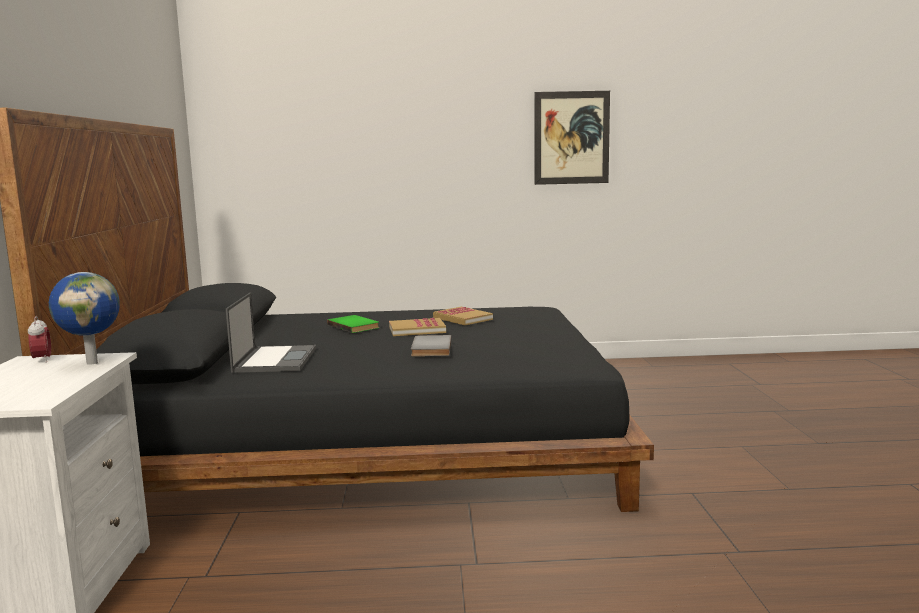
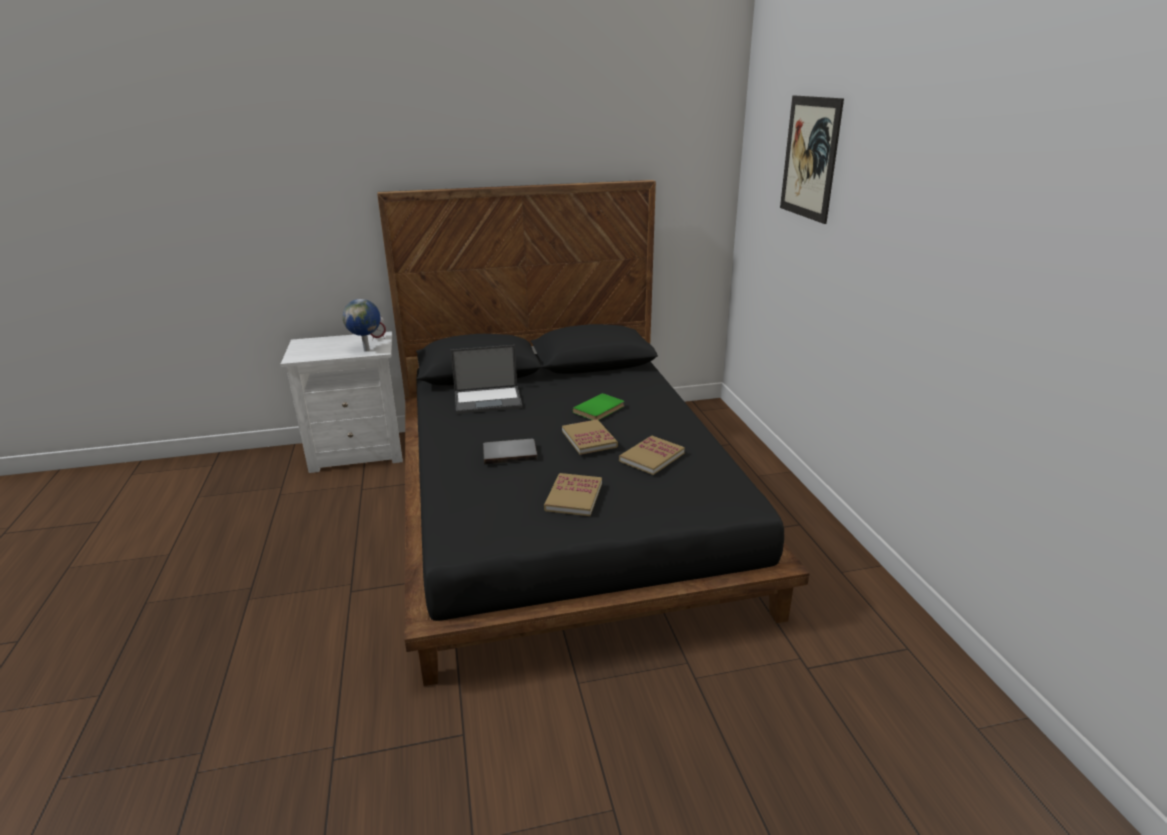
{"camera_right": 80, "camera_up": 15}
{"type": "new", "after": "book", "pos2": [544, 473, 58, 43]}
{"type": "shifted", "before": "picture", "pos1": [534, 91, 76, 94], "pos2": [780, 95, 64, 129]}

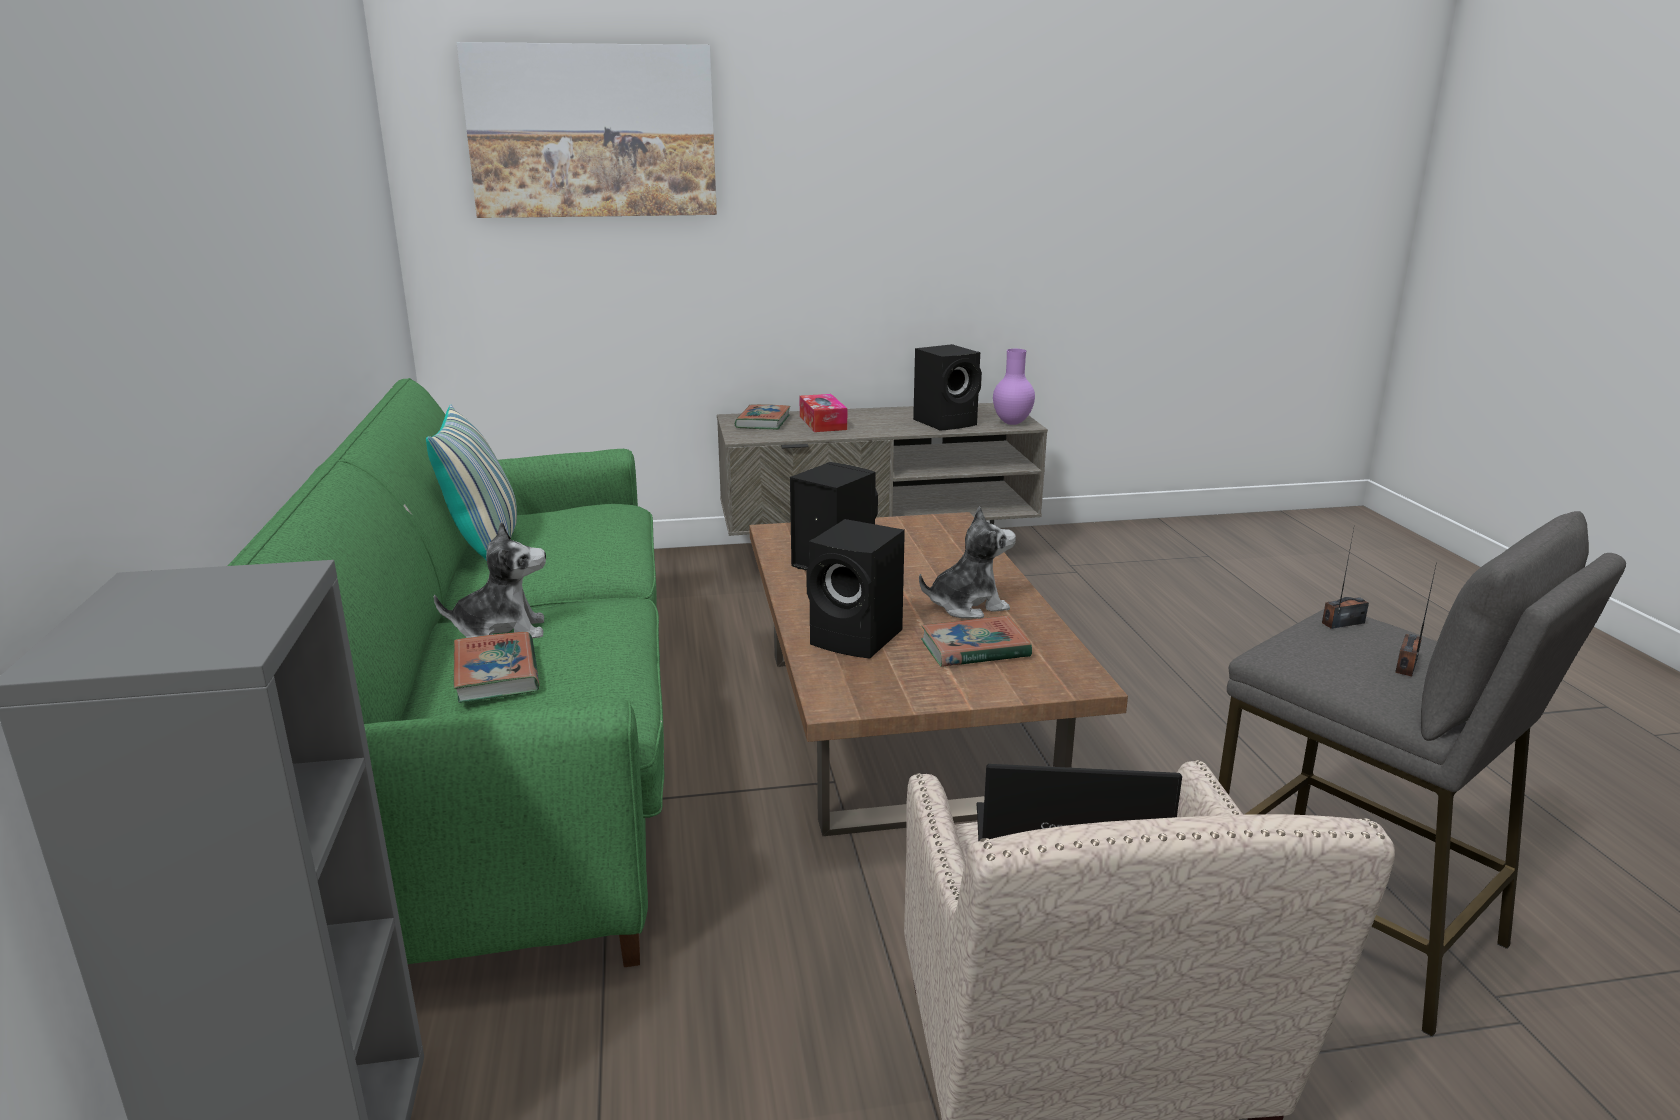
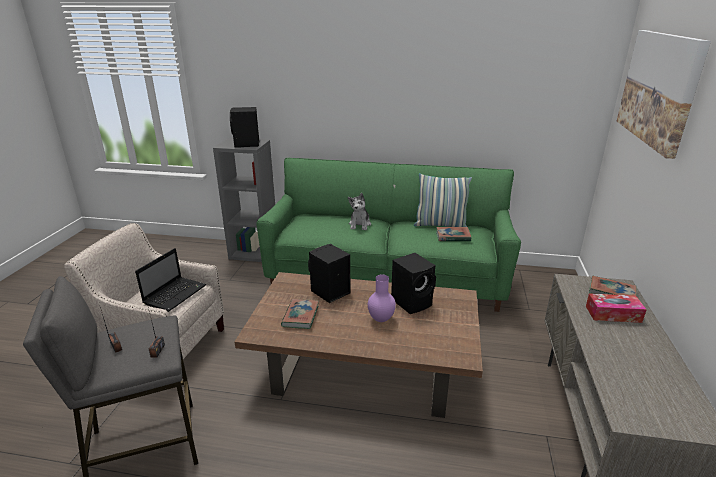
{"camera_right": 110, "camera_up": 5}
{"type": "shifted", "before": "black speaker", "pos1": [913, 344, 69, 87], "pos2": [230, 107, 29, 41]}
{"type": "shifted", "before": "purple vase", "pos1": [993, 349, 42, 76], "pos2": [368, 274, 28, 48]}
{"type": "shifted", "before": "book", "pos1": [454, 632, 85, 71], "pos2": [436, 227, 35, 15]}
{"type": "gone", "before": "plush toy", "pos1": [919, 506, 97, 113]}

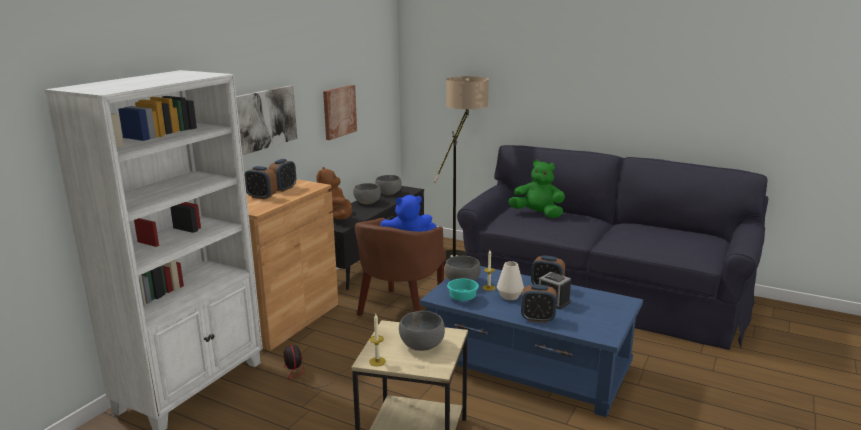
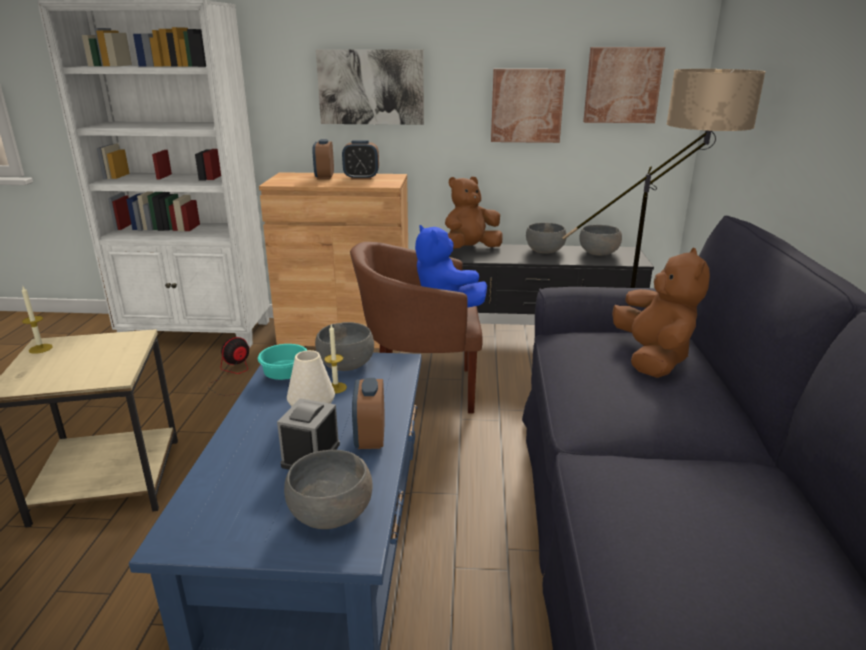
{"camera_right": 65, "camera_up": 5}
{"type": "shifted", "before": "grey bowl", "pos1": [399, 311, 46, 40], "pos2": [284, 450, 88, 79]}
{"type": "new", "after": "picture", "pos2": [583, 47, 82, 76]}
{"type": "repainted", "before": "green plush toy", "after": "brown plush toy", "pos1": [508, 160, 57, 58], "pos2": [612, 248, 98, 130]}
{"type": "gone", "before": "alarm clock", "pos1": [521, 284, 36, 39]}

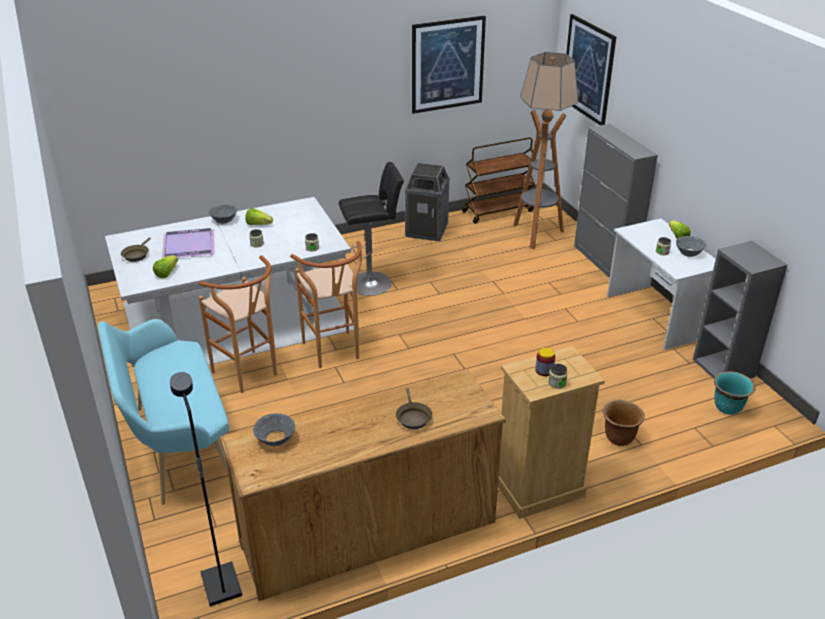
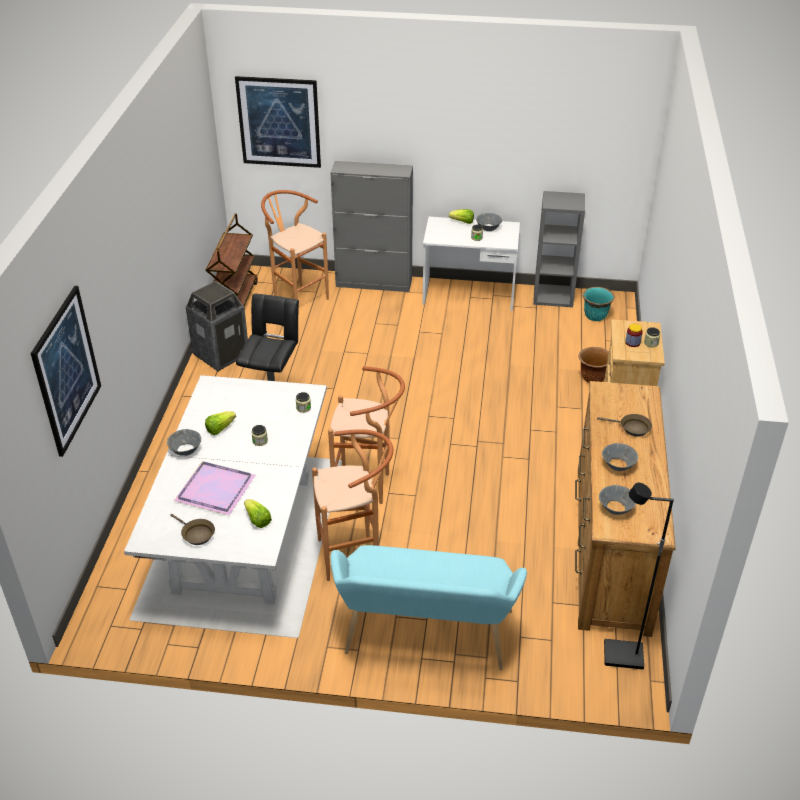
{"camera_right": -60, "camera_up": 5}
{"type": "shifted", "before": "picture", "pos1": [412, 15, 74, 99], "pos2": [30, 286, 71, 171]}
{"type": "swapped", "before": "floor lamp", "after": "brown stool", "pos1": [513, 52, 65, 197], "pos2": [261, 190, 68, 110]}
{"type": "new", "after": "grey bowl", "pos2": [602, 443, 36, 28]}

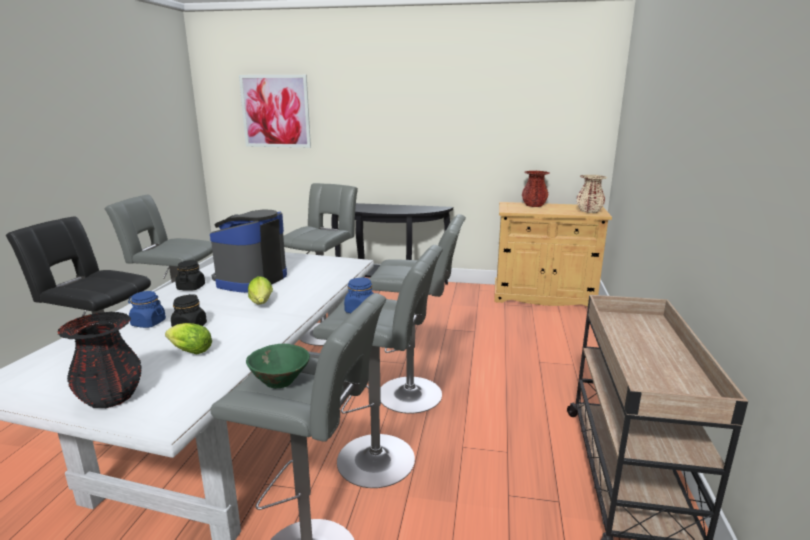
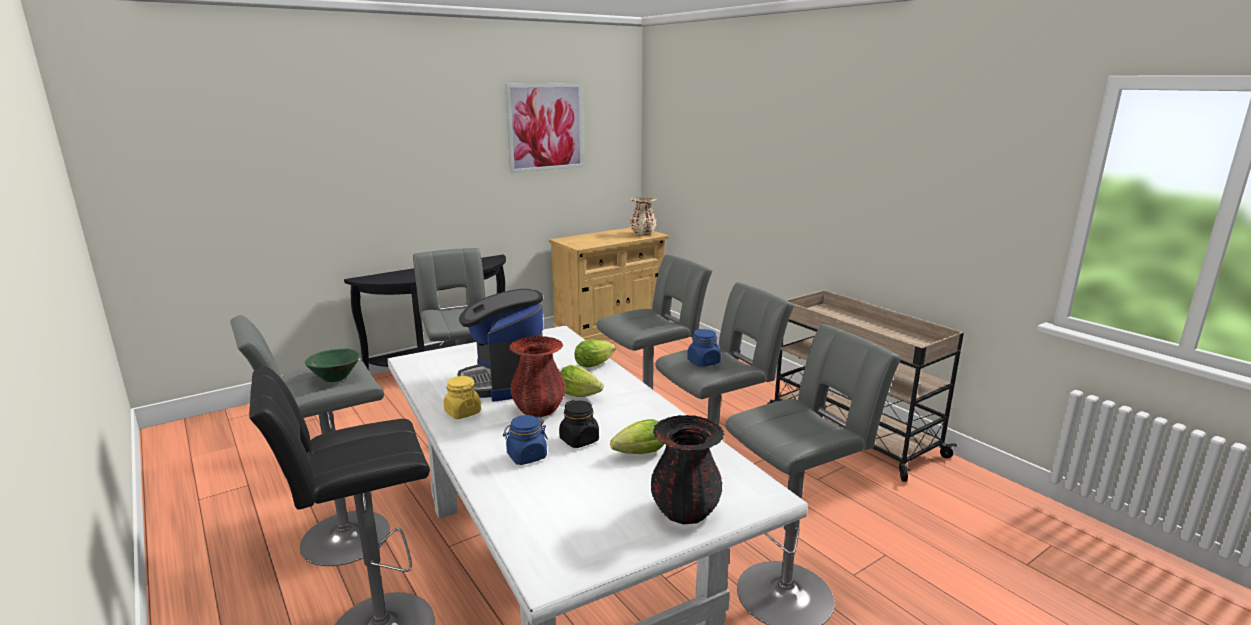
{"camera_right": -45, "camera_up": 0}
{"type": "shifted", "before": "green bowl", "pos1": [246, 344, 64, 44], "pos2": [305, 349, 55, 33]}
{"type": "repainted", "before": "black jar", "after": "yellow jar", "pos1": [175, 260, 30, 31], "pos2": [444, 376, 37, 43]}
{"type": "shifted", "before": "picture", "pos1": [239, 75, 72, 73], "pos2": [505, 83, 79, 90]}
{"type": "shifted", "before": "red vase", "pos1": [522, 171, 28, 36], "pos2": [509, 336, 56, 81]}
{"type": "new", "after": "lettuce", "pos2": [574, 340, 42, 28]}

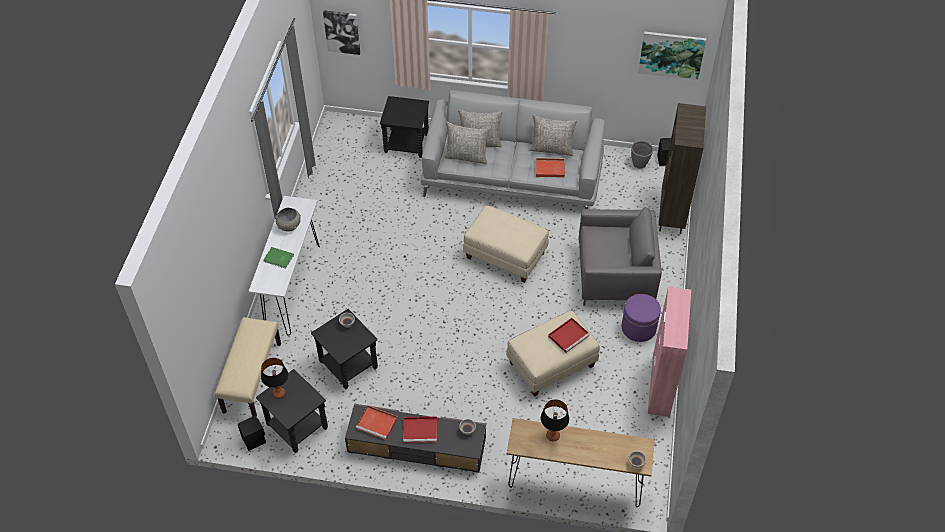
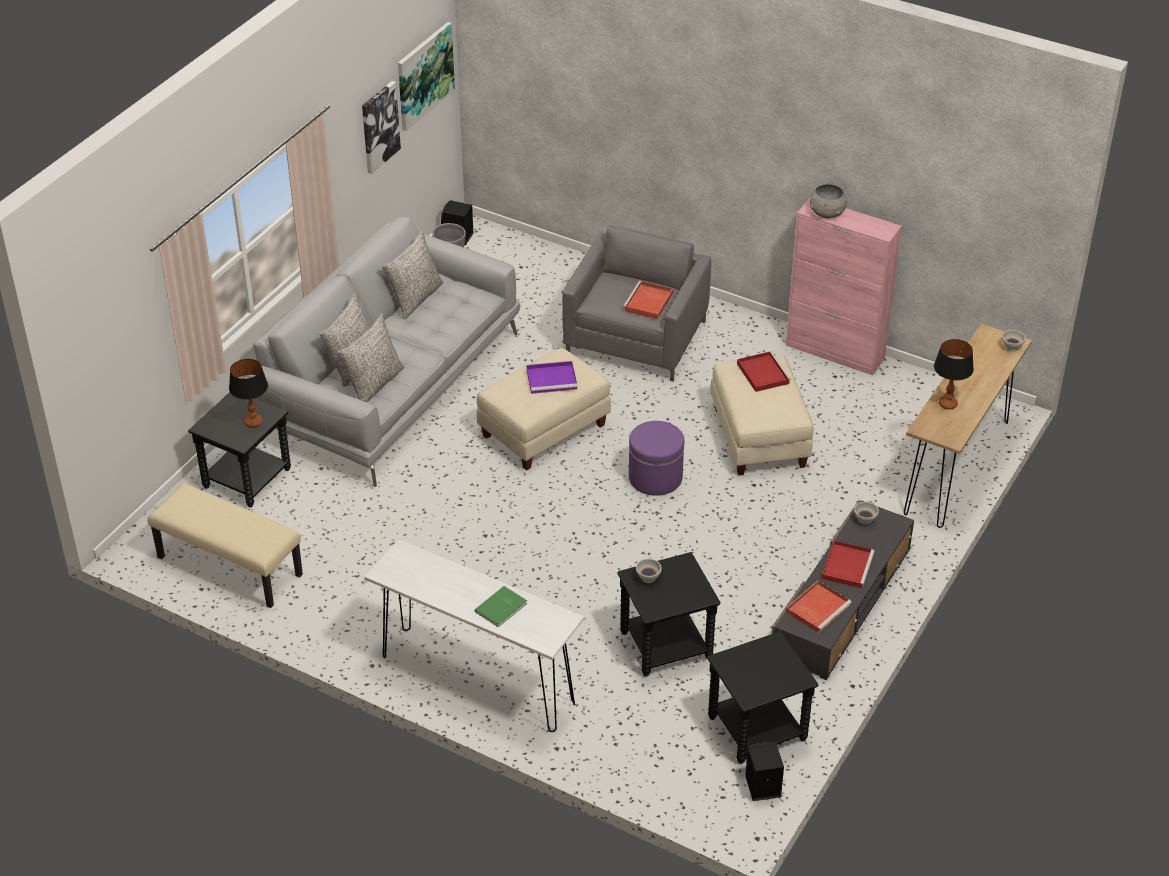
{"camera_right": -70, "camera_up": -10}
{"type": "shifted", "before": "beige bench", "pos1": [215, 317, 66, 100], "pos2": [147, 483, 156, 125]}
{"type": "shifted", "before": "table lamp", "pos1": [261, 358, 27, 41], "pos2": [229, 359, 39, 69]}
{"type": "shifted", "before": "picture", "pos1": [323, 11, 37, 44], "pos2": [362, 81, 39, 93]}
{"type": "new", "after": "purple tray", "pos2": [526, 361, 51, 33]}
{"type": "shifted", "before": "red tray", "pos1": [536, 157, 29, 21], "pos2": [623, 281, 50, 38]}
{"type": "shifted", "before": "purple ottoman", "pos1": [622, 294, 39, 48], "pos2": [629, 421, 55, 75]}
{"type": "shifted", "before": "grey bowl", "pos1": [275, 207, 26, 25], "pos2": [810, 184, 37, 34]}
{"type": "gone", "before": "brown bookcase", "pos1": [659, 103, 47, 131]}

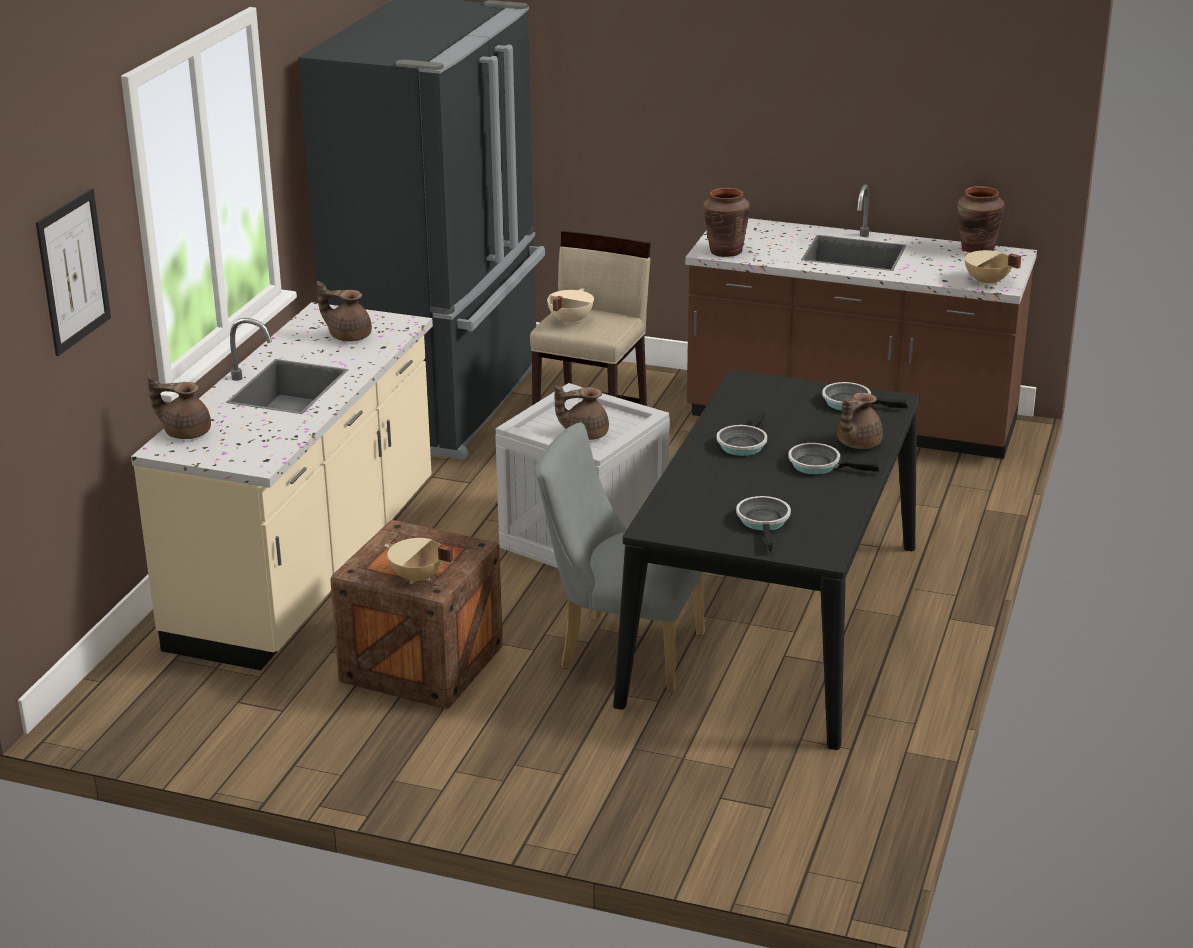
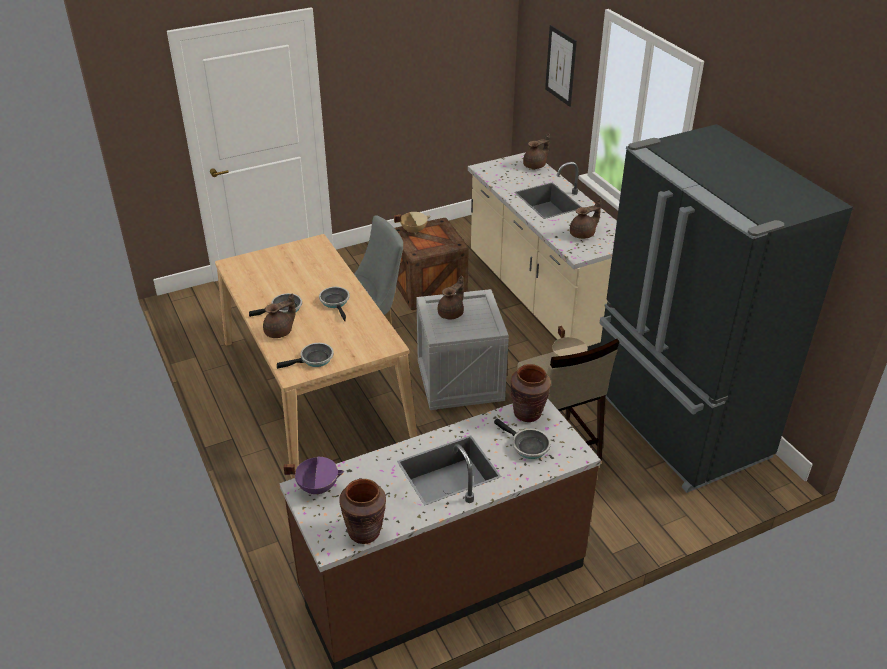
{"camera_right": 135, "camera_up": 10}
{"type": "repainted", "before": "black dining table", "after": "beige dining table", "pos1": [613, 370, 307, 380], "pos2": [215, 234, 202, 245]}
{"type": "rotated", "before": "brown teapot", "pos1": [837, 393, 46, 56], "pos2": [263, 293, 33, 45], "turn": 60}
{"type": "repainted", "before": "beige cooking pot", "after": "purple cooking pot", "pos1": [963, 250, 59, 35], "pos2": [284, 457, 60, 38]}
{"type": "shifted", "before": "frying pan", "pos1": [736, 496, 55, 56], "pos2": [494, 419, 57, 40]}

